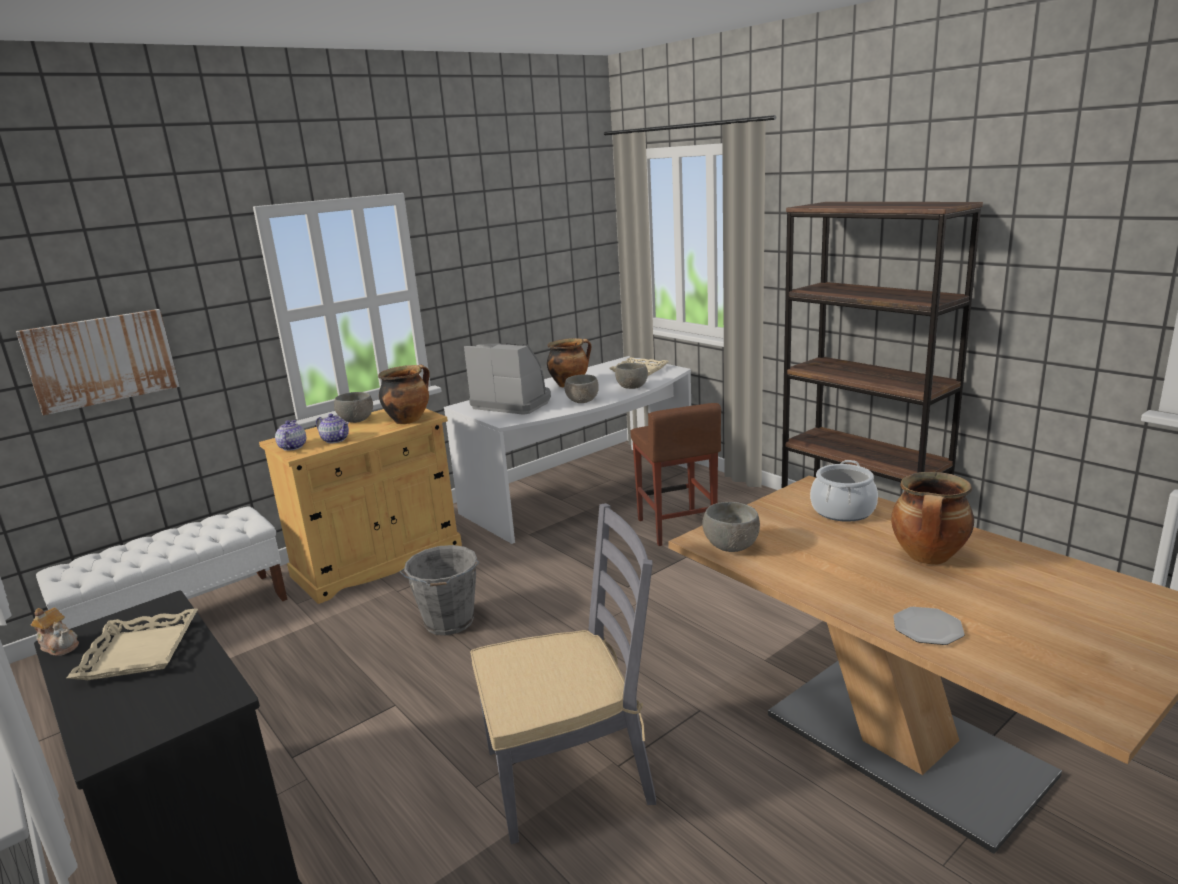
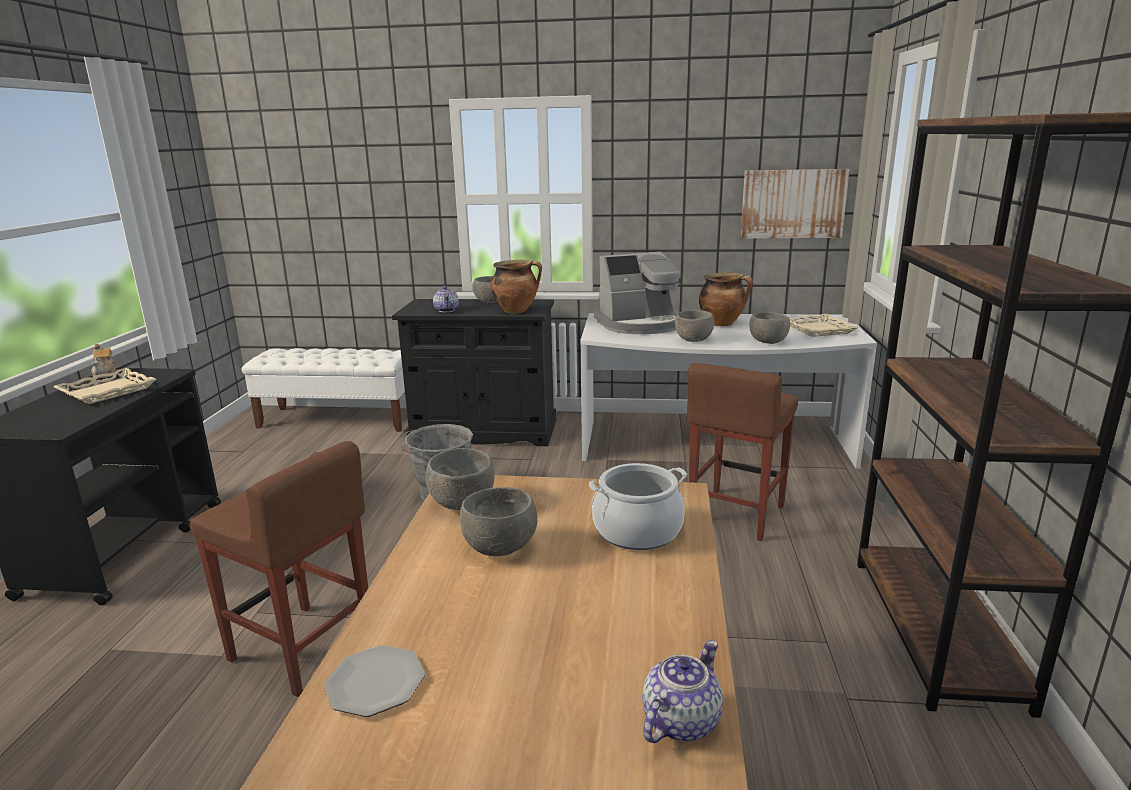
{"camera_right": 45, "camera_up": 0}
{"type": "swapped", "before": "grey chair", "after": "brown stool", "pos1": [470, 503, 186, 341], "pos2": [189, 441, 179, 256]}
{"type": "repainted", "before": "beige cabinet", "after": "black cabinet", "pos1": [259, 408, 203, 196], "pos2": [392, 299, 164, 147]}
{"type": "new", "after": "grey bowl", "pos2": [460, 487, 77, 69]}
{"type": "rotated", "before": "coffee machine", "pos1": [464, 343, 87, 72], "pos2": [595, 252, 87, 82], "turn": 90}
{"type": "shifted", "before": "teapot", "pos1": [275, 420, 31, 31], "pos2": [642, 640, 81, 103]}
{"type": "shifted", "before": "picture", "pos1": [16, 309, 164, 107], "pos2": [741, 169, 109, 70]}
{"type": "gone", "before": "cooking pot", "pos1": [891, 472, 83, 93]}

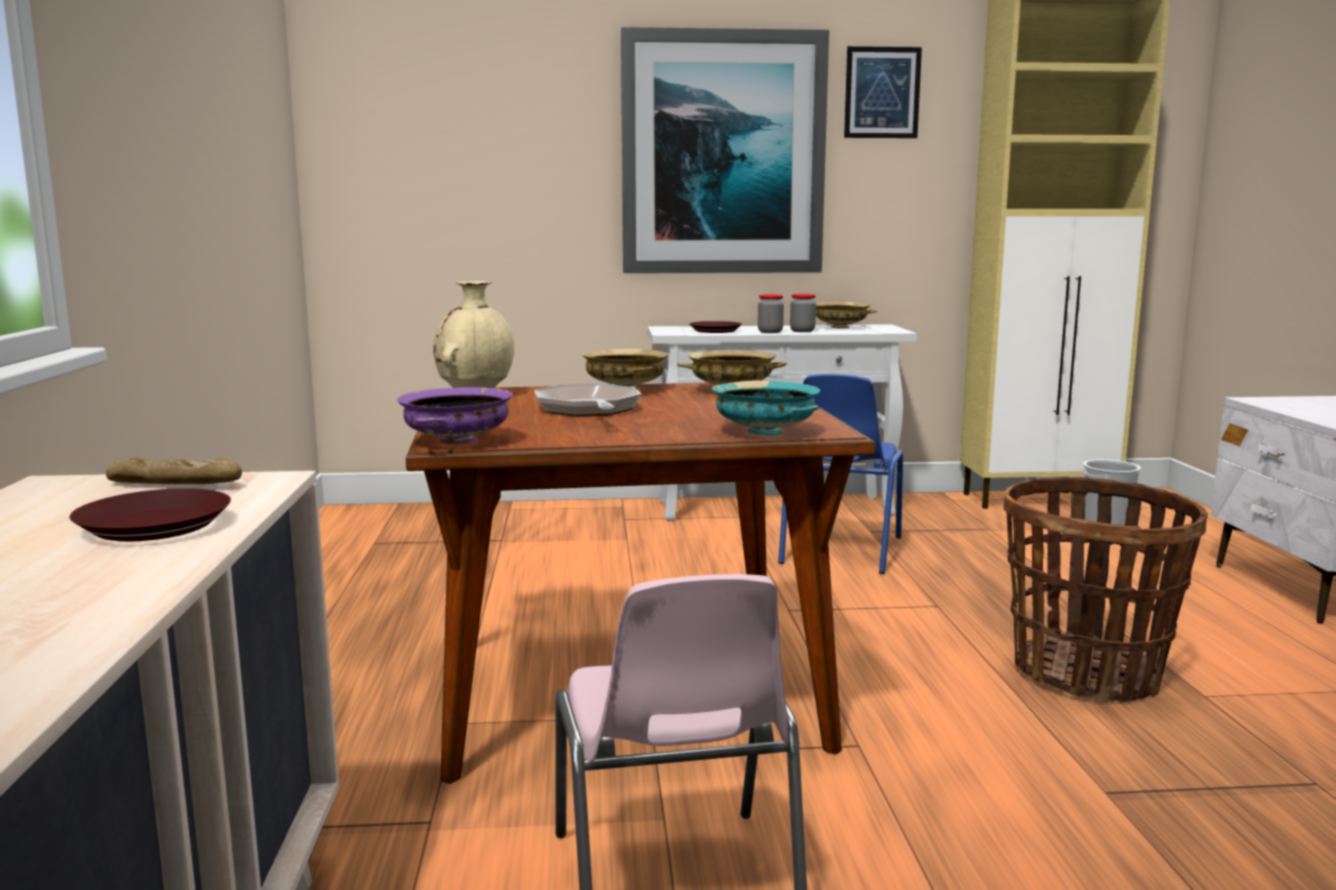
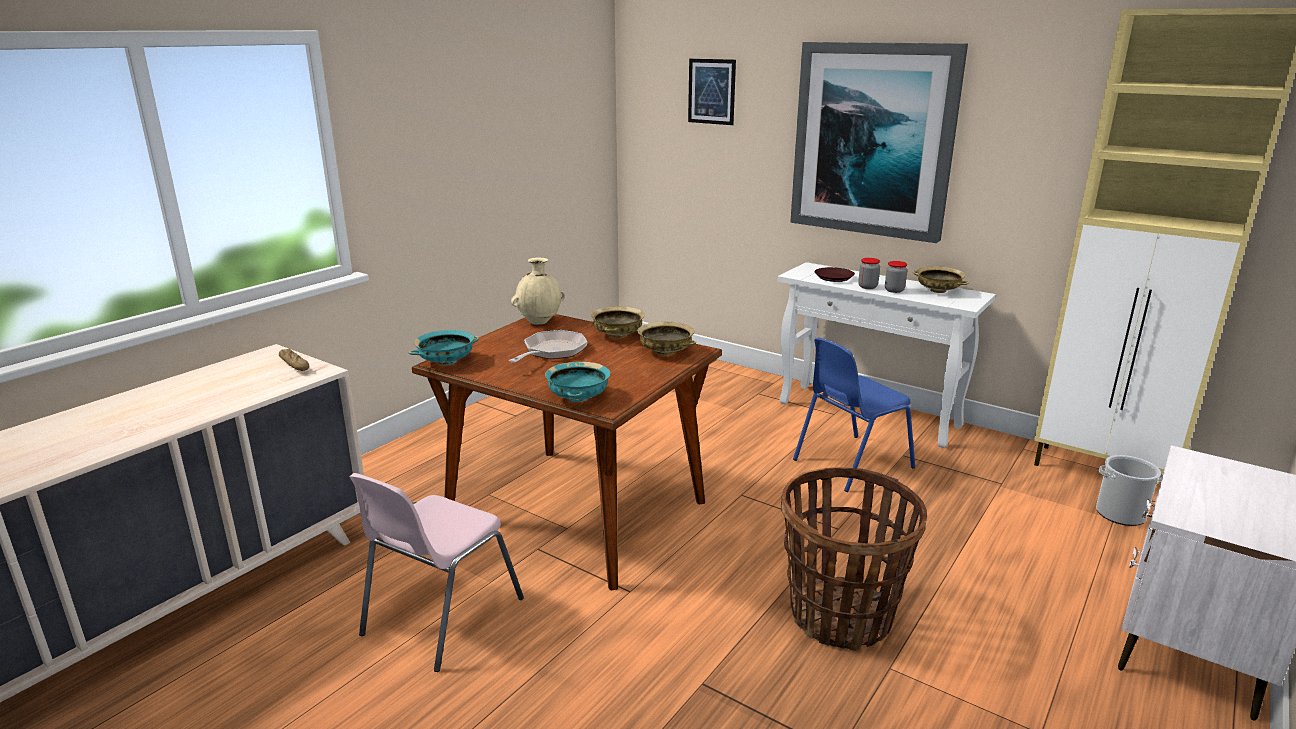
{"camera_right": 40, "camera_up": 10}
{"type": "repainted", "before": "purple bowl", "after": "turquoise bowl", "pos1": [397, 387, 116, 58], "pos2": [409, 330, 70, 35]}
{"type": "shifted", "before": "picture", "pos1": [844, 46, 78, 92], "pos2": [688, 59, 48, 66]}
{"type": "gone", "before": "brown plate", "pos1": [70, 488, 161, 53]}

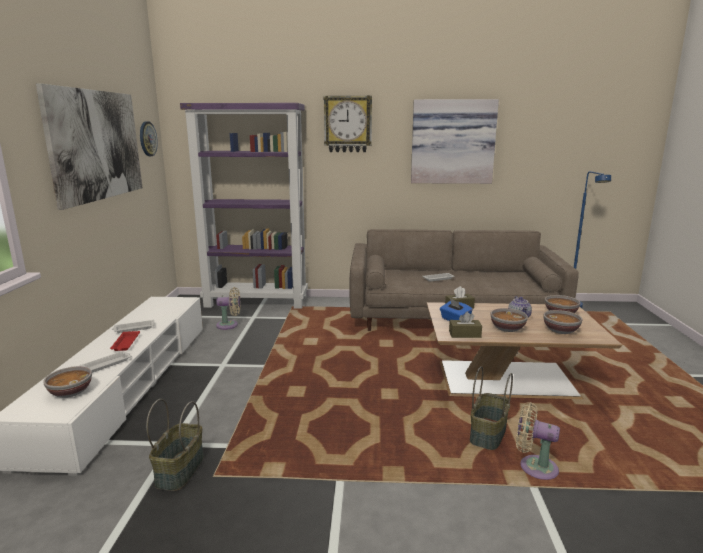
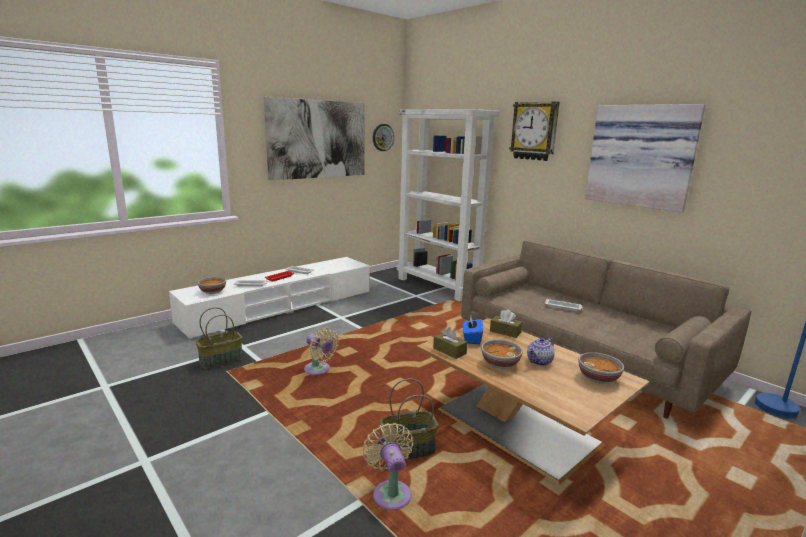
{"camera_right": 45, "camera_up": 0}
{"type": "shifted", "before": "beige fan", "pos1": [216, 287, 25, 43], "pos2": [304, 328, 35, 47]}
{"type": "repainted", "before": "purple bookcase", "after": "white bookcase", "pos1": [180, 103, 128, 206], "pos2": [397, 109, 102, 192]}
{"type": "gone", "before": "bowl", "pos1": [543, 310, 39, 24]}

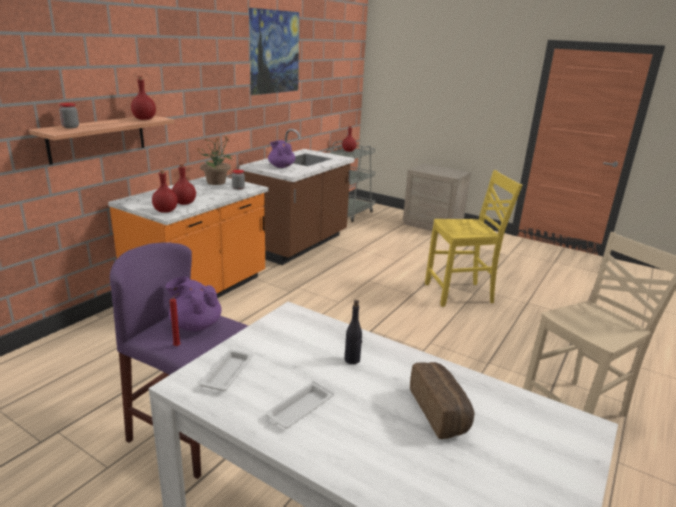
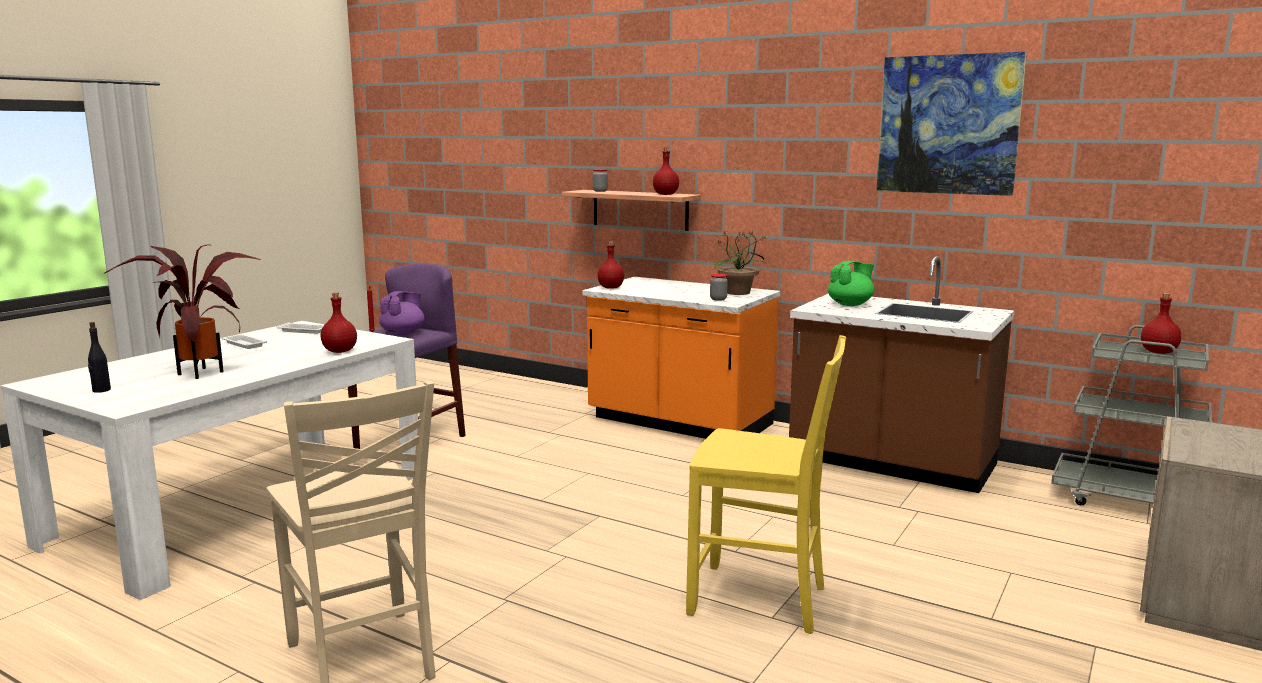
{"camera_right": 90, "camera_up": -10}
{"type": "shifted", "before": "black bottle", "pos1": [345, 300, 17, 64], "pos2": [88, 322, 23, 71]}
{"type": "swapped", "before": "bread", "after": "potted plant", "pos1": [410, 362, 65, 77], "pos2": [104, 244, 156, 135]}
{"type": "shifted", "before": "red bottle", "pos1": [172, 163, 24, 42], "pos2": [321, 292, 36, 61]}
{"type": "rotated", "before": "yellow chair", "pos1": [425, 170, 97, 137], "pos2": [686, 335, 160, 299], "turn": -60}
{"type": "repainted", "before": "purple teapot", "after": "green teapot", "pos1": [268, 140, 27, 28], "pos2": [828, 261, 47, 45]}

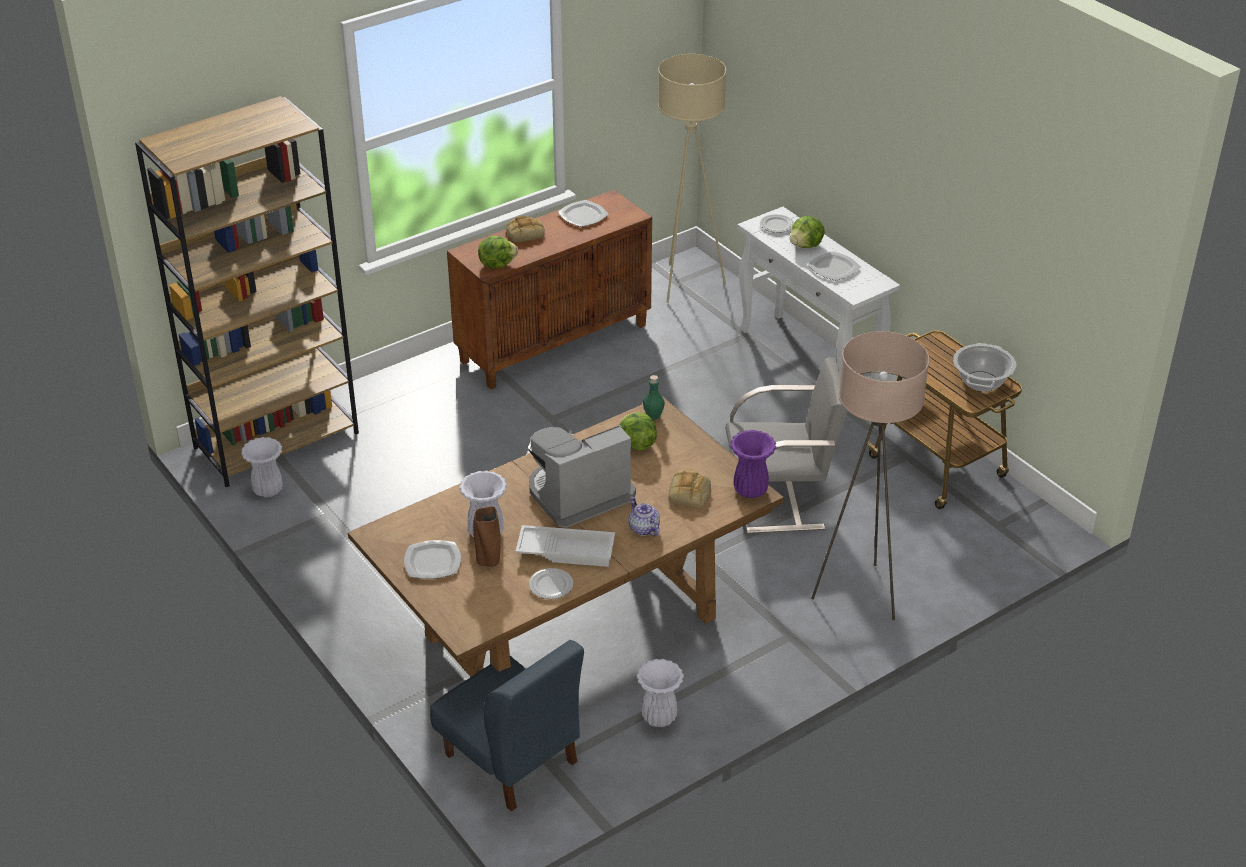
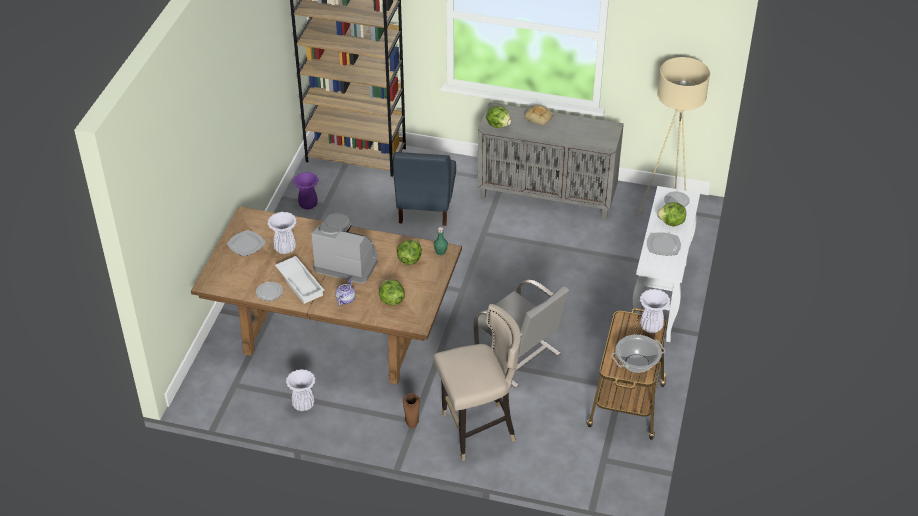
{"camera_right": 50, "camera_up": 5}
{"type": "shifted", "before": "purple vase", "pos1": [730, 430, 46, 68], "pos2": [293, 172, 26, 38]}
{"type": "swapped", "before": "bread", "after": "lettuce", "pos1": [668, 471, 43, 36], "pos2": [379, 280, 26, 26]}
{"type": "shifted", "before": "blue chair", "pos1": [430, 640, 154, 172], "pos2": [393, 152, 63, 74]}
{"type": "shifted", "before": "brown vase", "pos1": [473, 506, 27, 61], "pos2": [403, 393, 17, 35]}
{"type": "swapped", "before": "beige floor lamp", "after": "beige stool", "pos1": [811, 331, 119, 290], "pos2": [433, 304, 88, 157]}
{"type": "repainted", "before": "brown cabinet", "after": "grey cabinet", "pos1": [447, 190, 205, 200], "pos2": [477, 102, 147, 118]}
{"type": "shifted", "before": "white vase", "pos1": [241, 437, 42, 60], "pos2": [640, 289, 30, 44]}
{"type": "gone", "before": "plate", "pos1": [558, 200, 51, 27]}

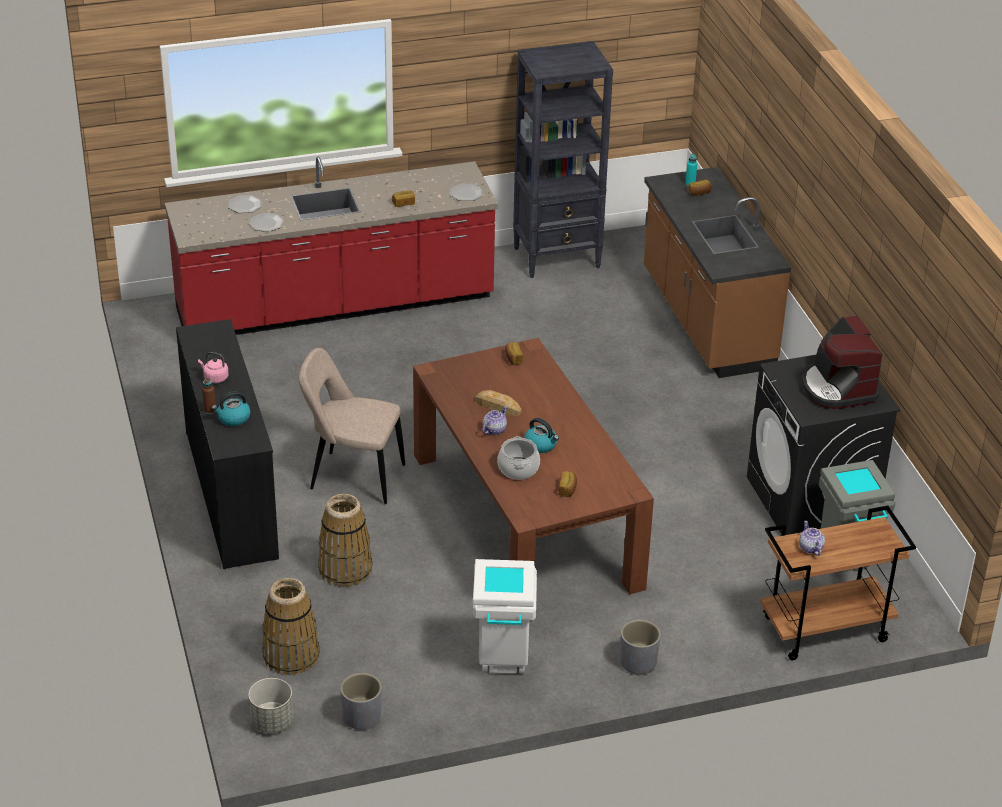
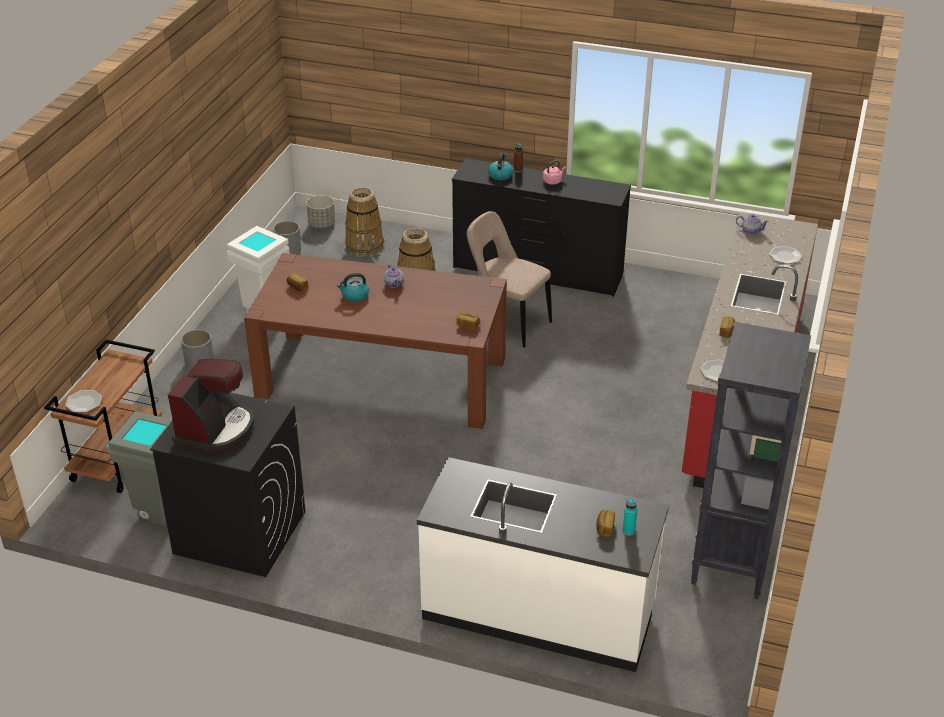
{"camera_right": 125, "camera_up": 0}
{"type": "shifted", "before": "plate", "pos1": [249, 213, 35, 19], "pos2": [65, 390, 37, 22]}
{"type": "rotated", "before": "coffee machine", "pos1": [802, 316, 80, 93], "pos2": [168, 359, 86, 94], "turn": 90}
{"type": "repainted", "before": "brown counter", "after": "white counter", "pos1": [644, 167, 147, 211], "pos2": [417, 457, 252, 215]}
{"type": "rotated", "before": "beige chair", "pos1": [299, 348, 106, 156], "pos2": [467, 211, 85, 137], "turn": -105}
{"type": "shifted", "before": "teapot", "pos1": [799, 521, 26, 35], "pos2": [736, 214, 33, 20]}
{"type": "gone", "before": "bread", "pos1": [475, 390, 47, 26]}
{"type": "gone", "before": "cooking pot", "pos1": [497, 436, 43, 44]}

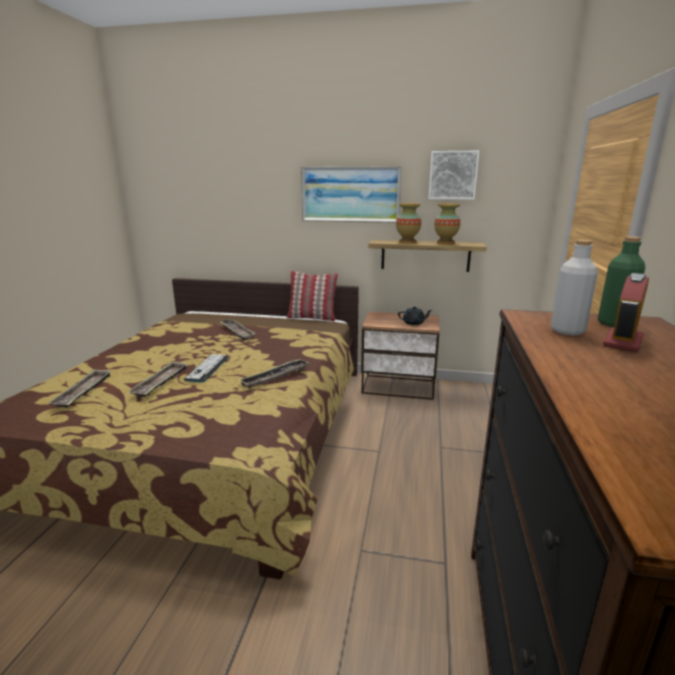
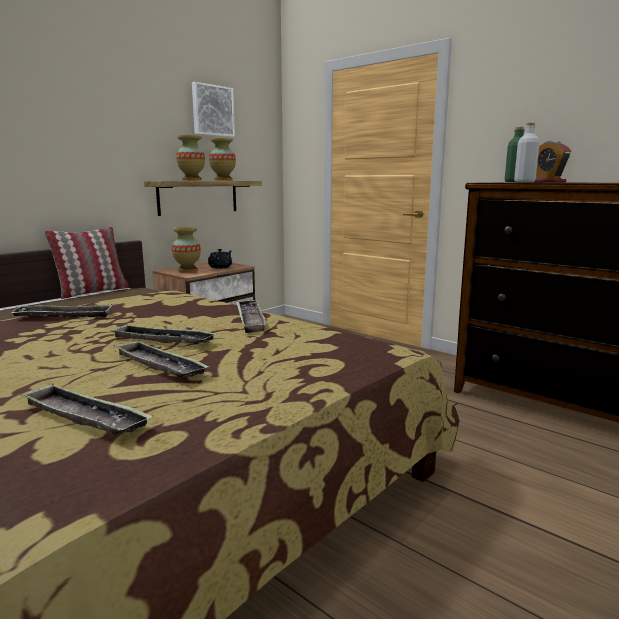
{"camera_right": -60, "camera_up": -5}
{"type": "swapped", "before": "keyboard", "after": "tray", "pos1": [184, 354, 45, 28], "pos2": [110, 324, 107, 20]}
{"type": "new", "after": "vase", "pos2": [172, 227, 29, 45]}
{"type": "gone", "before": "picture", "pos1": [301, 166, 101, 57]}

